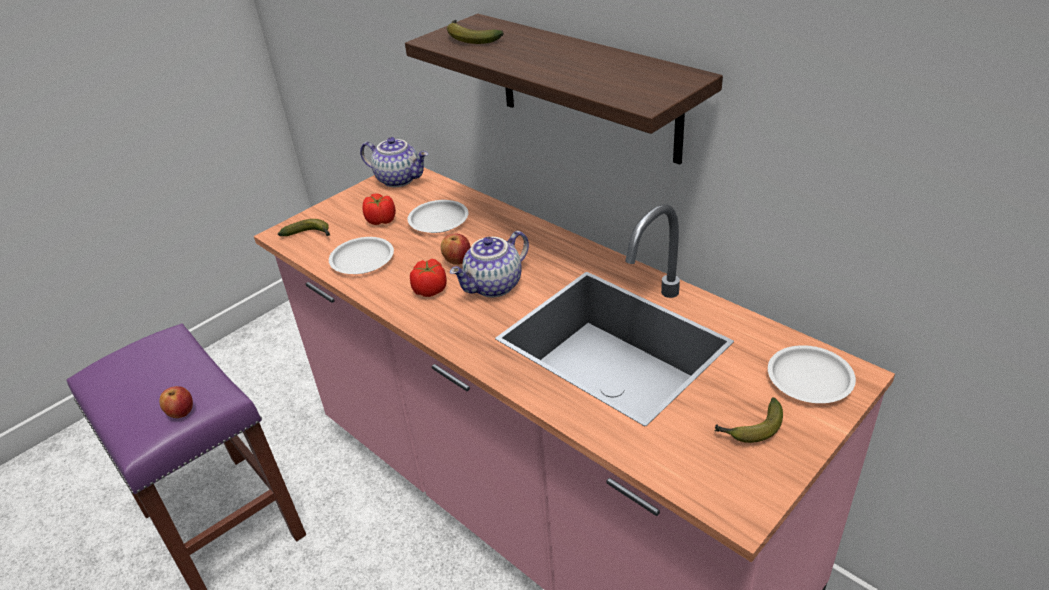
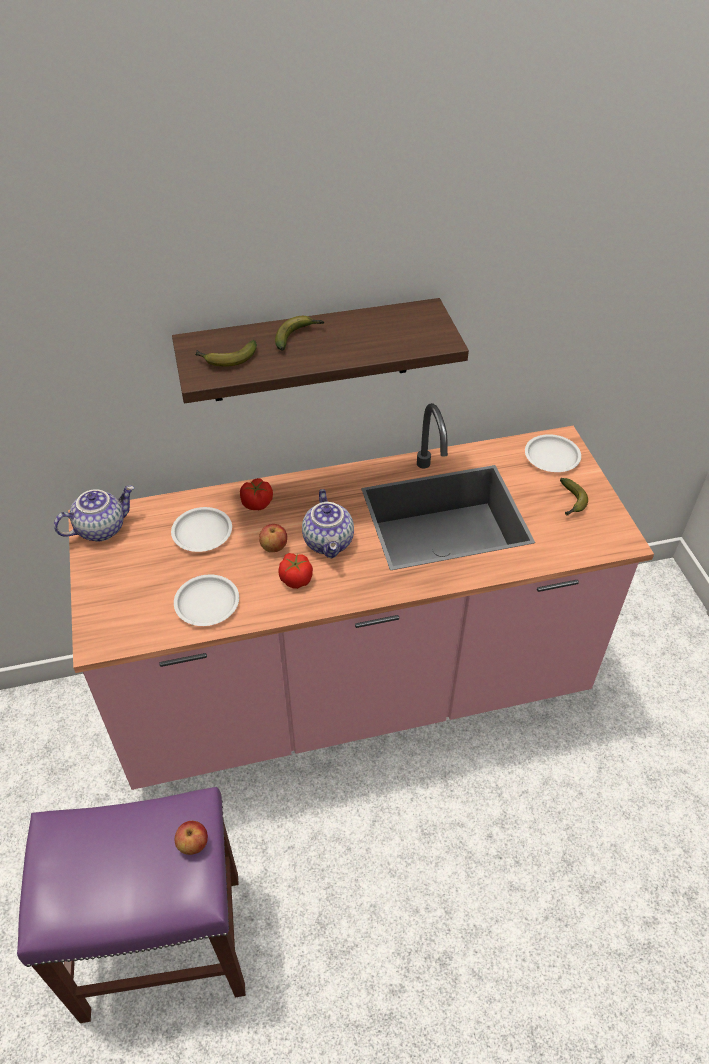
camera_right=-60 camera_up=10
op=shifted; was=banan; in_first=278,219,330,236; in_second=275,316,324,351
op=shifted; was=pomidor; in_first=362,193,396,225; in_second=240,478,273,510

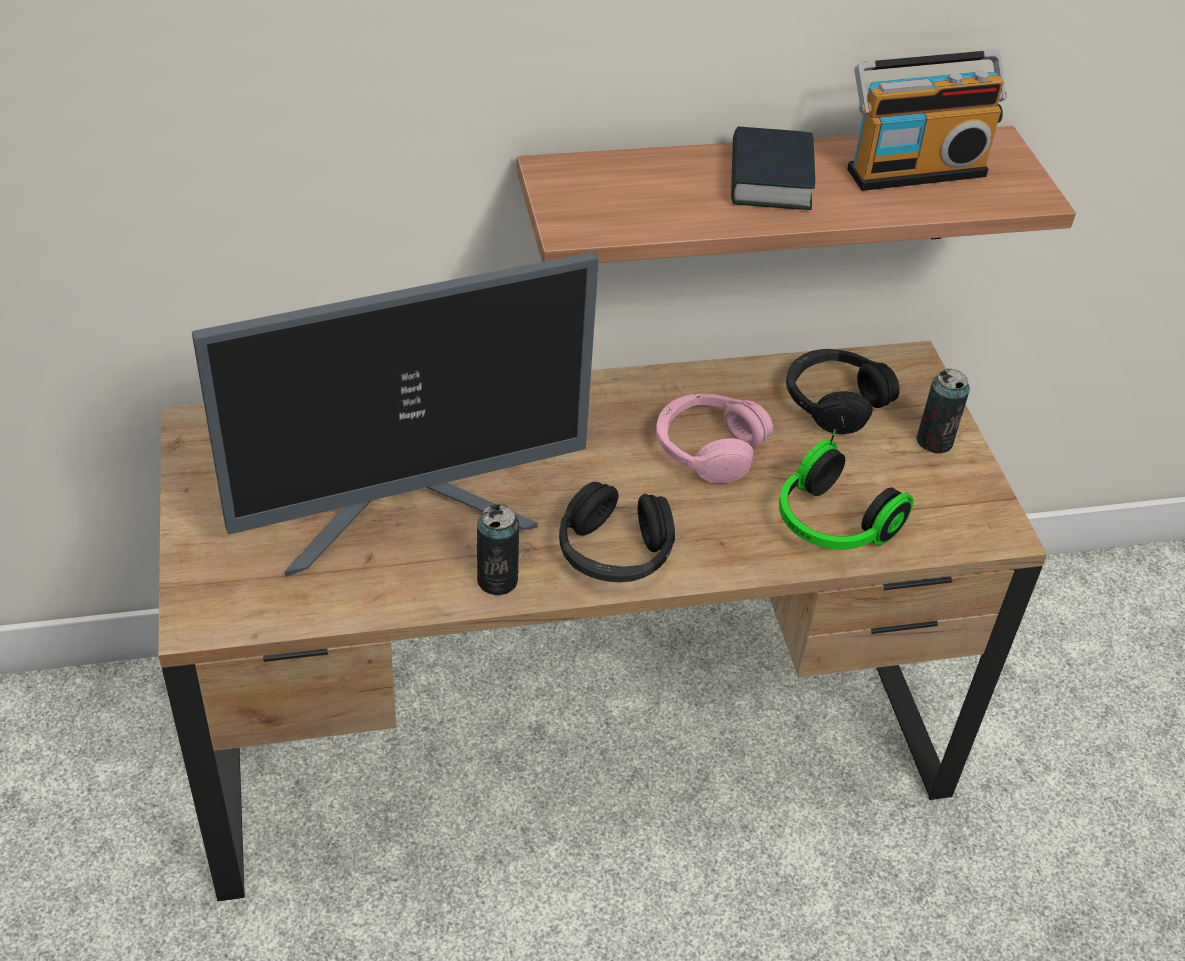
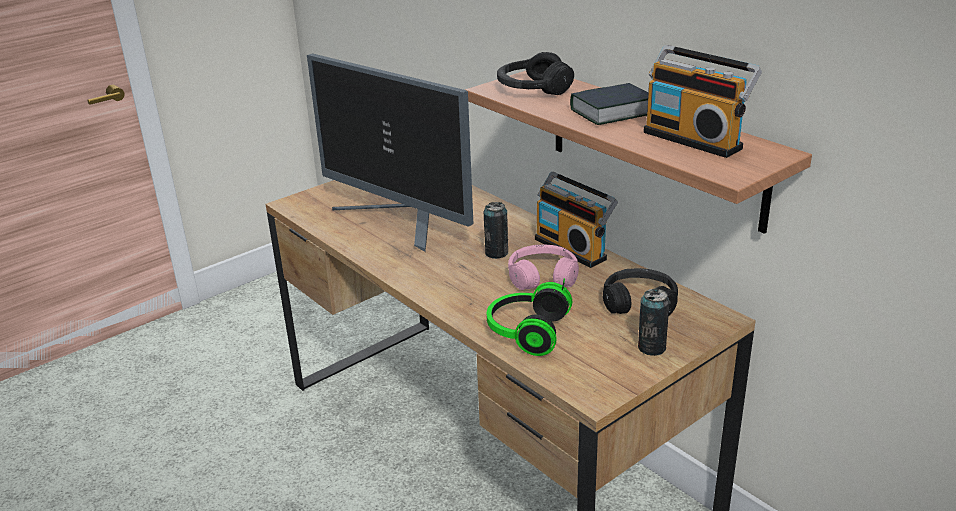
camera_right=65 camera_up=-15
op=new; now=radio; in_second=535,172,618,268
op=shifted; was=puszka; in_first=477,504,519,595; in_second=484,202,508,259
op=shifted; was=słuchawki (czarny); in_first=559,482,675,582; in_second=497,52,574,95

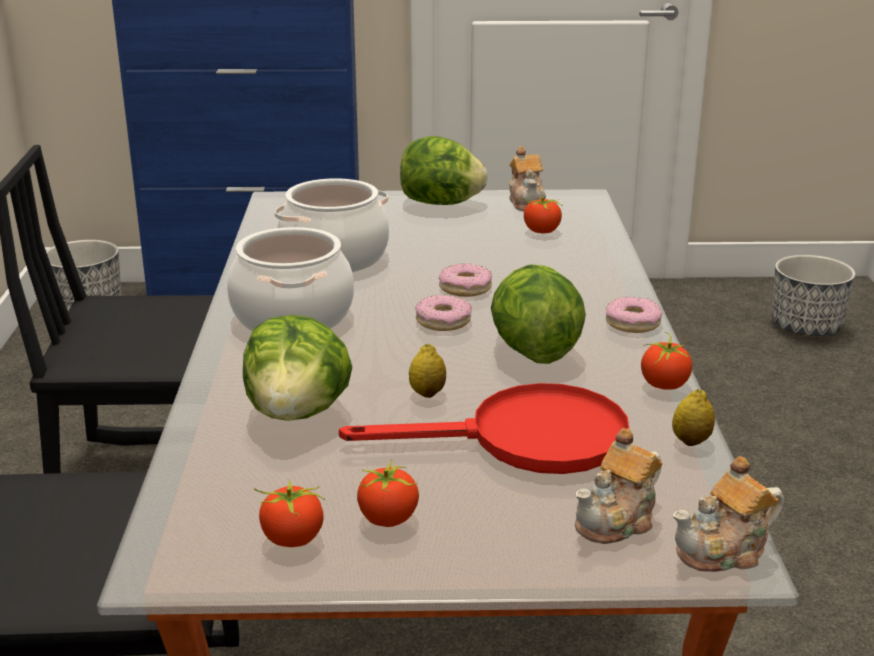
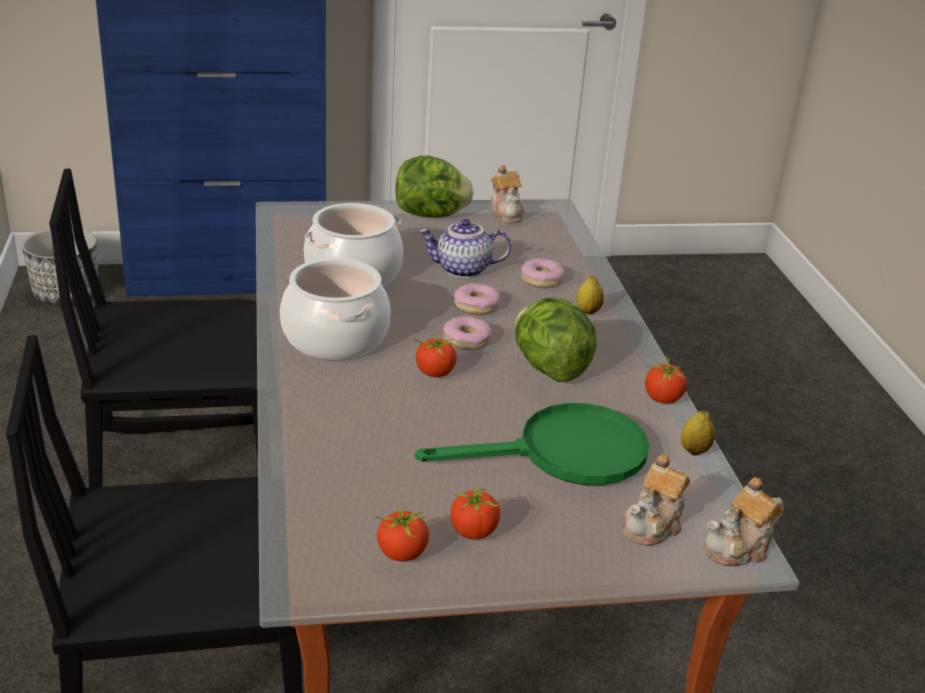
camera_right=-10 camera_up=5
op=gone; was=sałata; in_first=243,315,352,421
op=gone; was=donica; in_first=772,255,856,337
op=new; now=imbryk; in_second=419,219,511,278
op=shifted; was=cytryna; in_first=409,344,446,398; in_second=577,276,604,315
op=shifted; was=pomidor; in_first=522,197,563,233; in_second=414,335,458,377
op=shifted; was=donut; in_first=606,297,663,333; in_second=521,258,564,288
op=repainted; was=patelnia (czerwony); now=patelnia (zielony); in_first=339,383,629,474; in_second=415,403,649,485

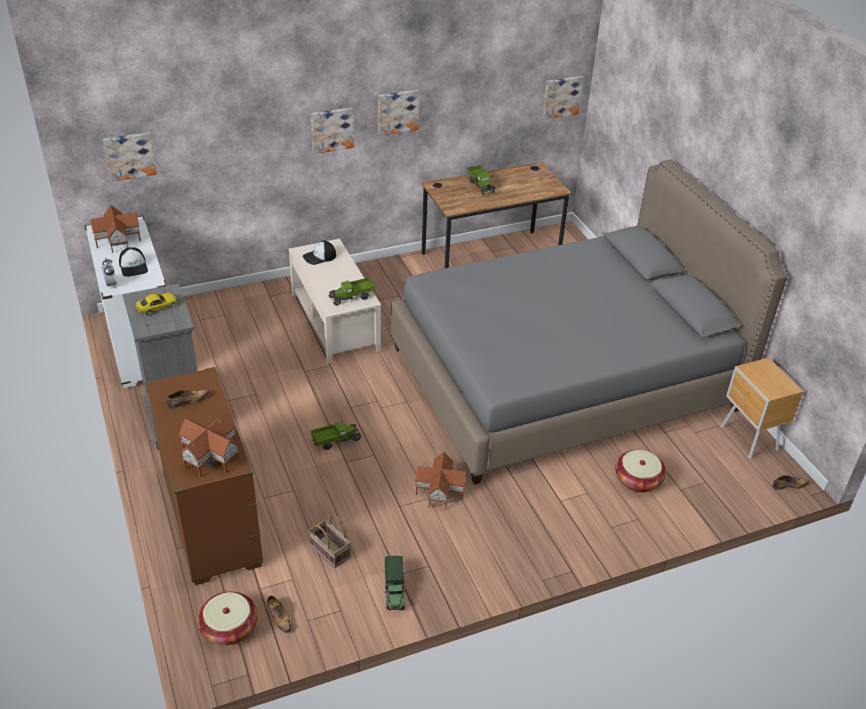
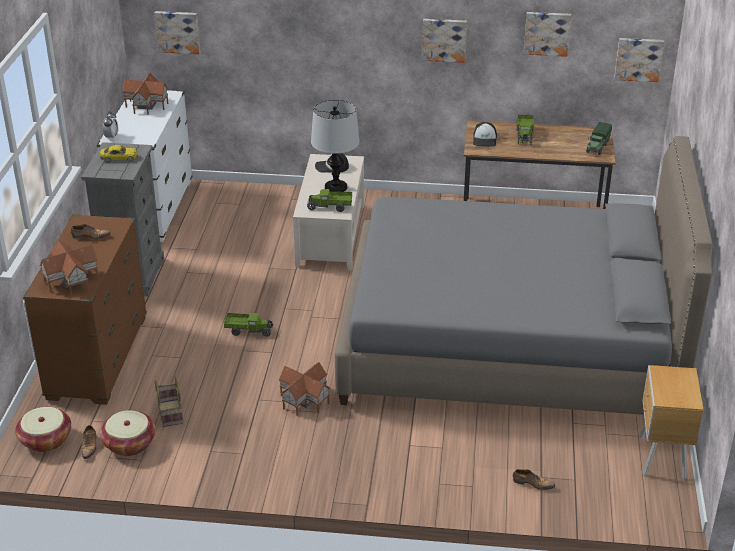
camera_right=30 camera_up=-5
op=new; now=lampa stołowa; in_second=311,100,360,192
op=shifted; was=czapka z daszkiem; in_first=119,247,148,277; in_second=473,122,497,147
op=shifted; was=obraz; in_first=311,107,354,154; in_second=524,12,571,57
op=shifted; was=ciężarówka zabawkowa; in_first=385,556,406,610; in_second=586,122,612,155
op=shifted; was=koszyk; in_first=615,450,666,493; in_second=100,410,156,456
op=shifted; was=but; in_first=773,475,809,490; in_second=513,469,555,490

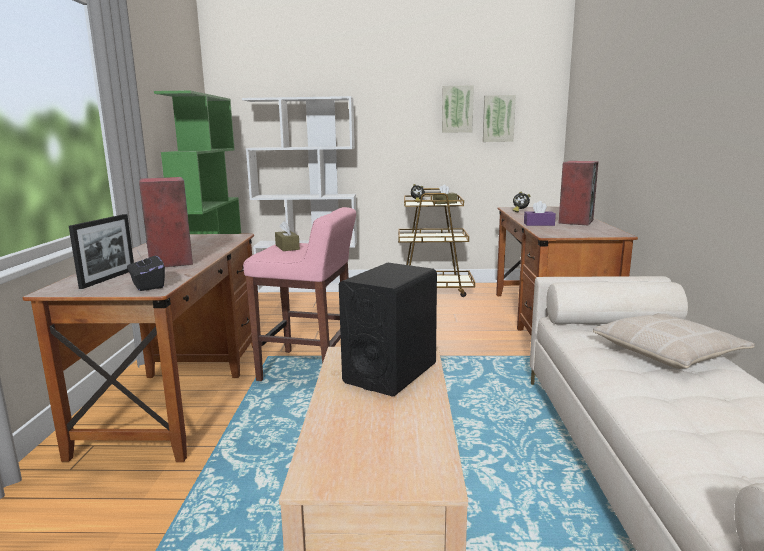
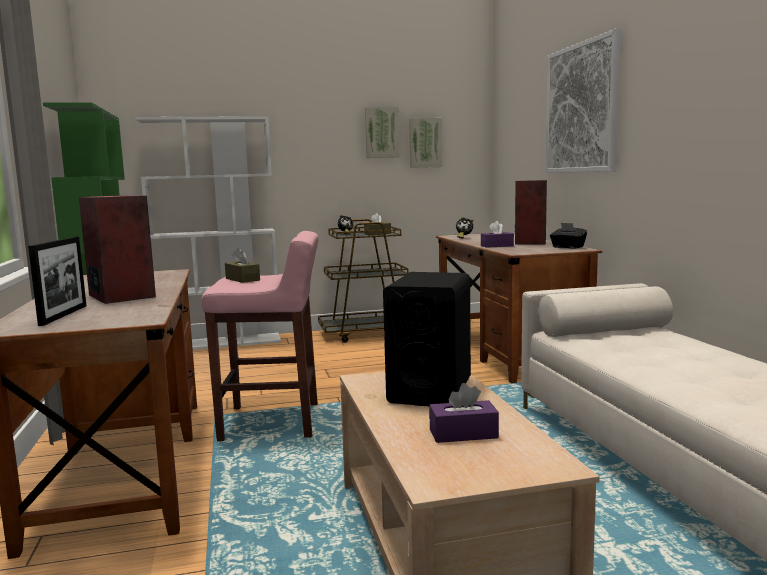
camera_right=-15 camera_up=-5
op=gone; was=poduszka (beżowy); in_first=593,313,755,369
op=new; now=pudełko chusteczek (fioletowy); in_second=429,383,499,443
op=new; now=obraz; in_second=546,29,621,173
op=shifted; was=pudełko chusteczek (czarny); in_first=127,250,165,291; in_second=550,223,587,249

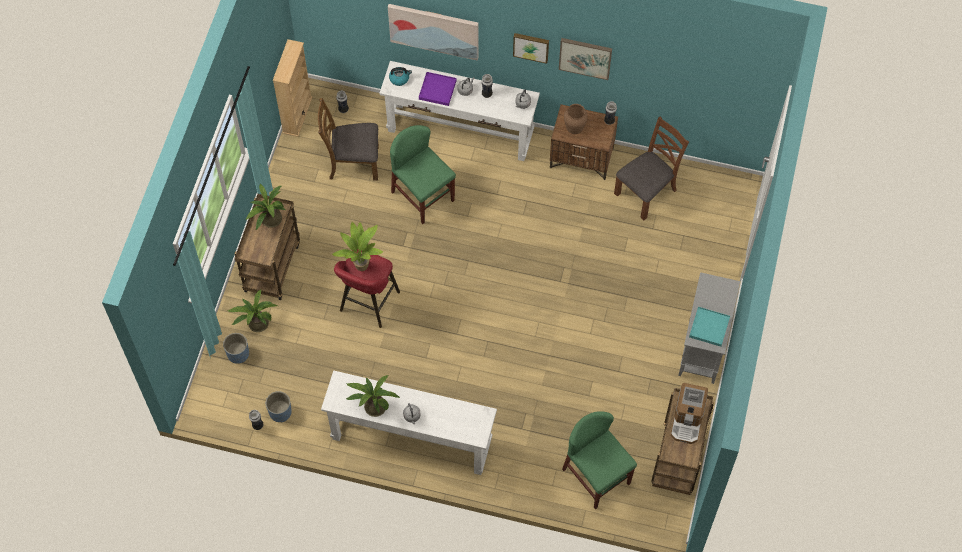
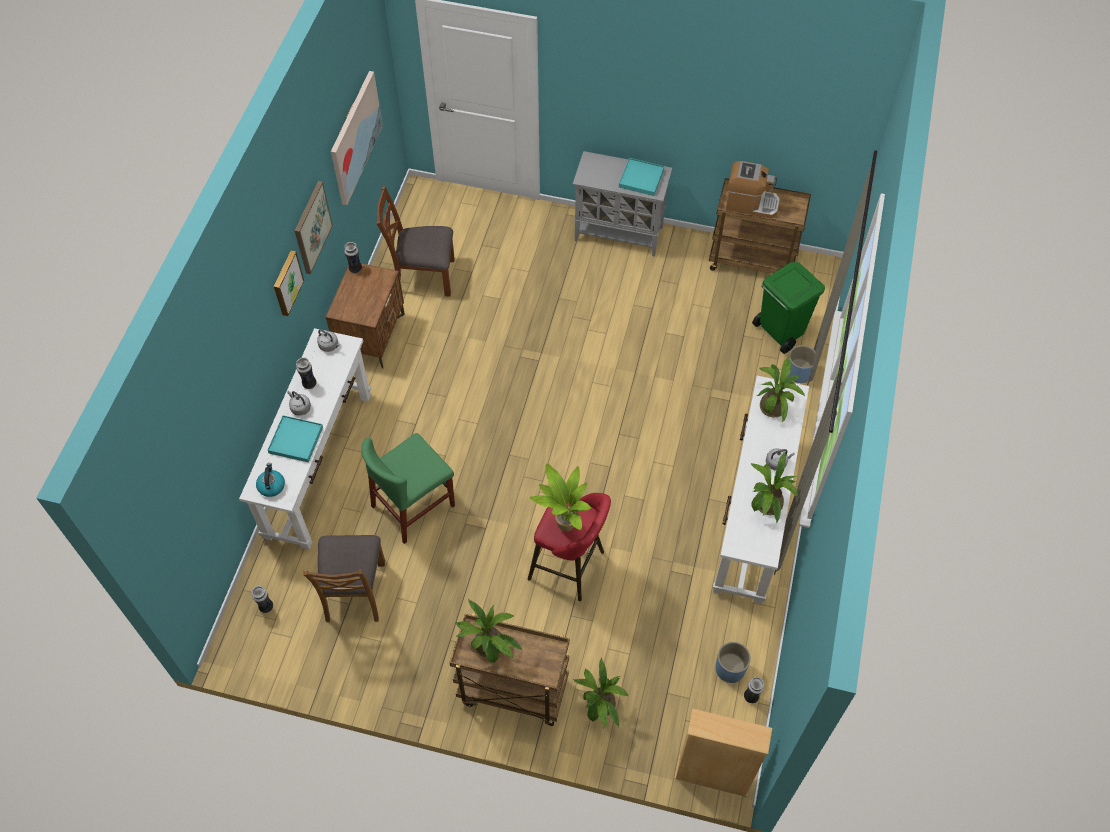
camera_right=-90 camera_up=-5
op=gone; was=wazon (brązowy); in_first=564,104,588,134
op=new; now=roślina doniczkowa; in_second=757,357,805,422
op=shifted; was=donica (niebieski); in_first=223,333,249,364; in_second=788,345,816,383
op=shifted; was=regał (beżowy); in_first=273,39,312,137; in_second=674,709,772,797
op=shifted; was=obraz; in_first=388,4,479,61; in_second=331,71,383,205
op=swapped; was=krzesło (zielony); now=kosz na śmieci (zielony); in_first=562,411,637,509; in_second=752,262,825,354
op=repainted; was=taca (fioletowy); now=taca (turkusowy); in_first=419,72,457,106; in_second=268,415,323,462
op=rotated; was=krzesło (brązowy); in_first=614,117,689,220; in_second=376,186,455,296; clockwise=-45

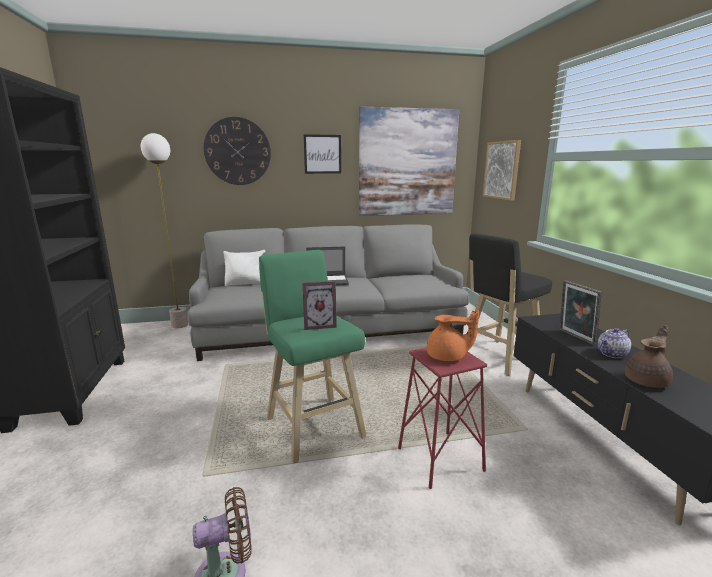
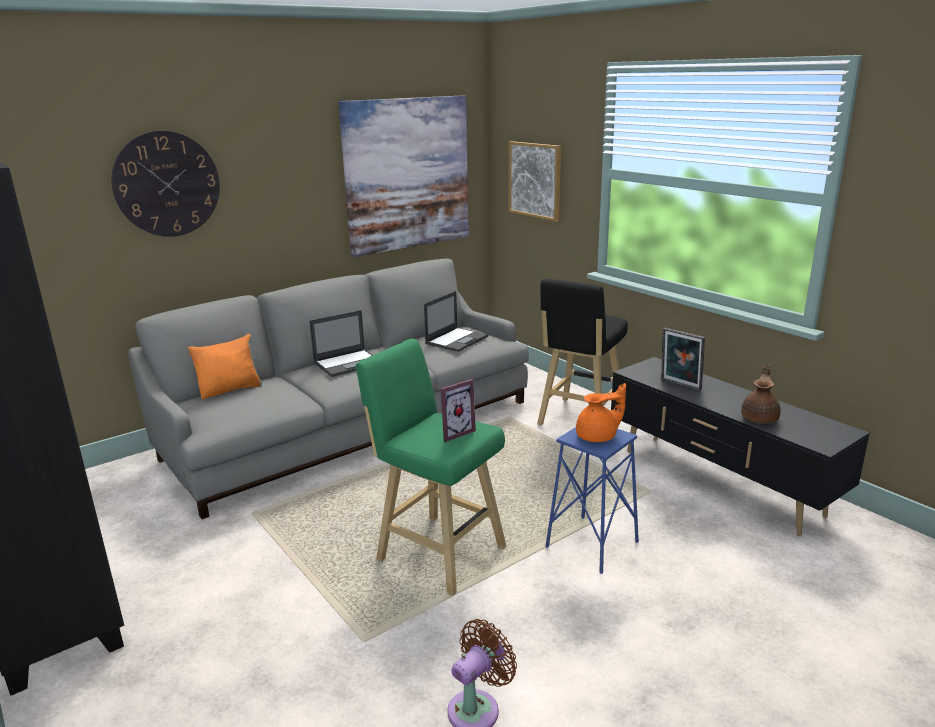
camera_right=-25 camera_up=5
op=gone; was=lampa stojąca; in_first=141,133,188,328
op=gone; was=obraz; in_first=304,134,341,174
op=gone; was=imbryk; in_first=597,328,631,358
op=new; now=laptop; in_second=424,291,488,352
op=repainted; was=poduszka (biały); now=poduszka (pomarańczowy); in_first=223,250,265,286; in_second=188,334,262,399
op=repainted; was=stołek (czerwony); now=stołek (niebieski); in_first=398,348,487,489; in_second=546,427,639,574

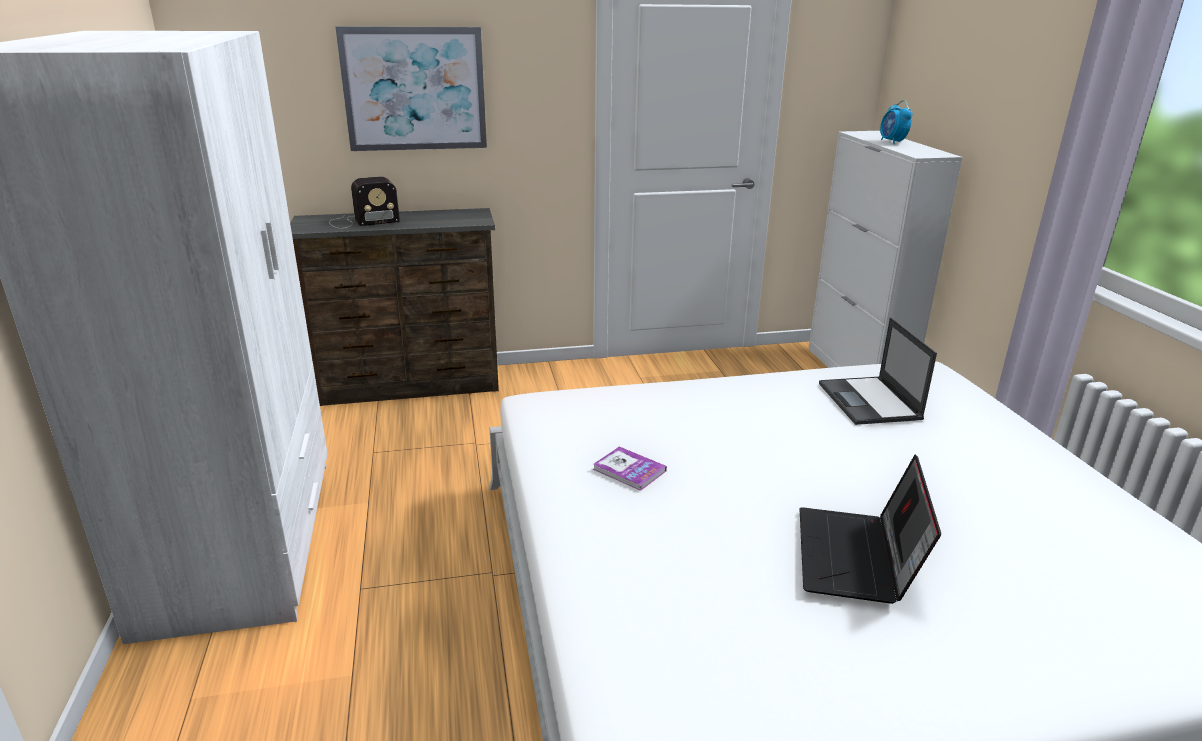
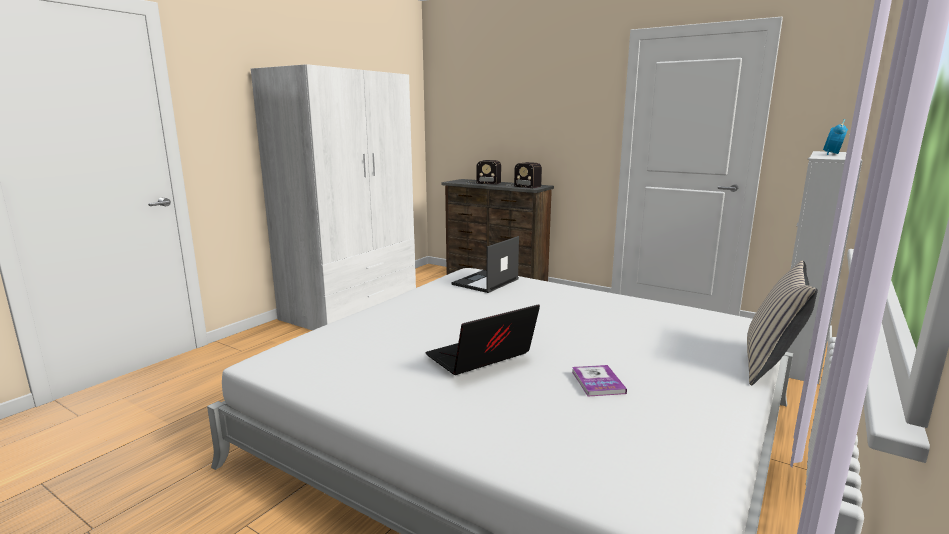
camera_right=45 camera_up=-10
op=gone; was=obraz; in_first=336,26,487,151
op=new; now=radio; in_second=507,162,542,188
op=new; now=poduszka (beżowy); in_second=747,260,818,386
op=shifted; was=książka; in_first=593,447,667,491; in_second=572,365,627,397
op=shifted; was=laptop; in_first=819,317,937,425; in_second=451,236,519,293

